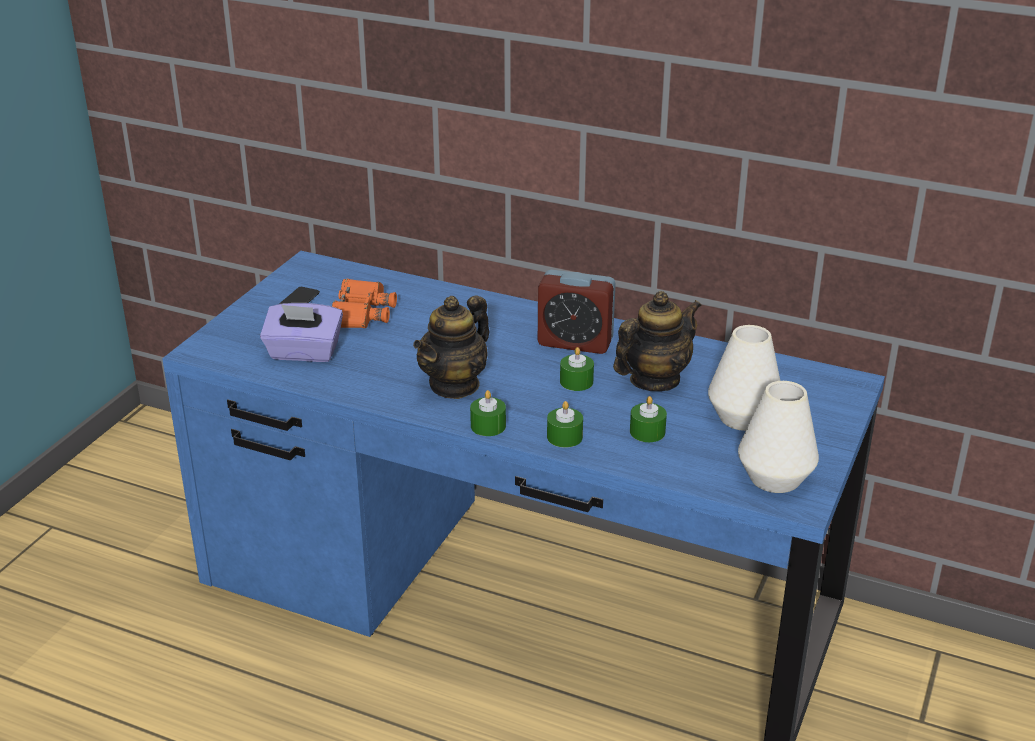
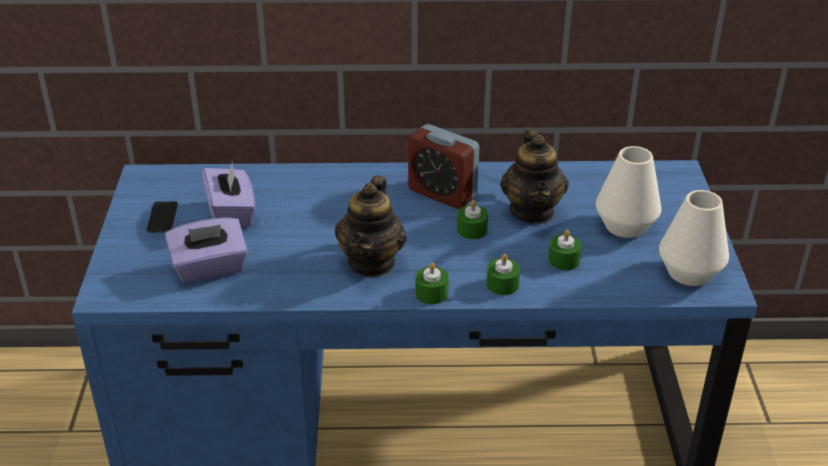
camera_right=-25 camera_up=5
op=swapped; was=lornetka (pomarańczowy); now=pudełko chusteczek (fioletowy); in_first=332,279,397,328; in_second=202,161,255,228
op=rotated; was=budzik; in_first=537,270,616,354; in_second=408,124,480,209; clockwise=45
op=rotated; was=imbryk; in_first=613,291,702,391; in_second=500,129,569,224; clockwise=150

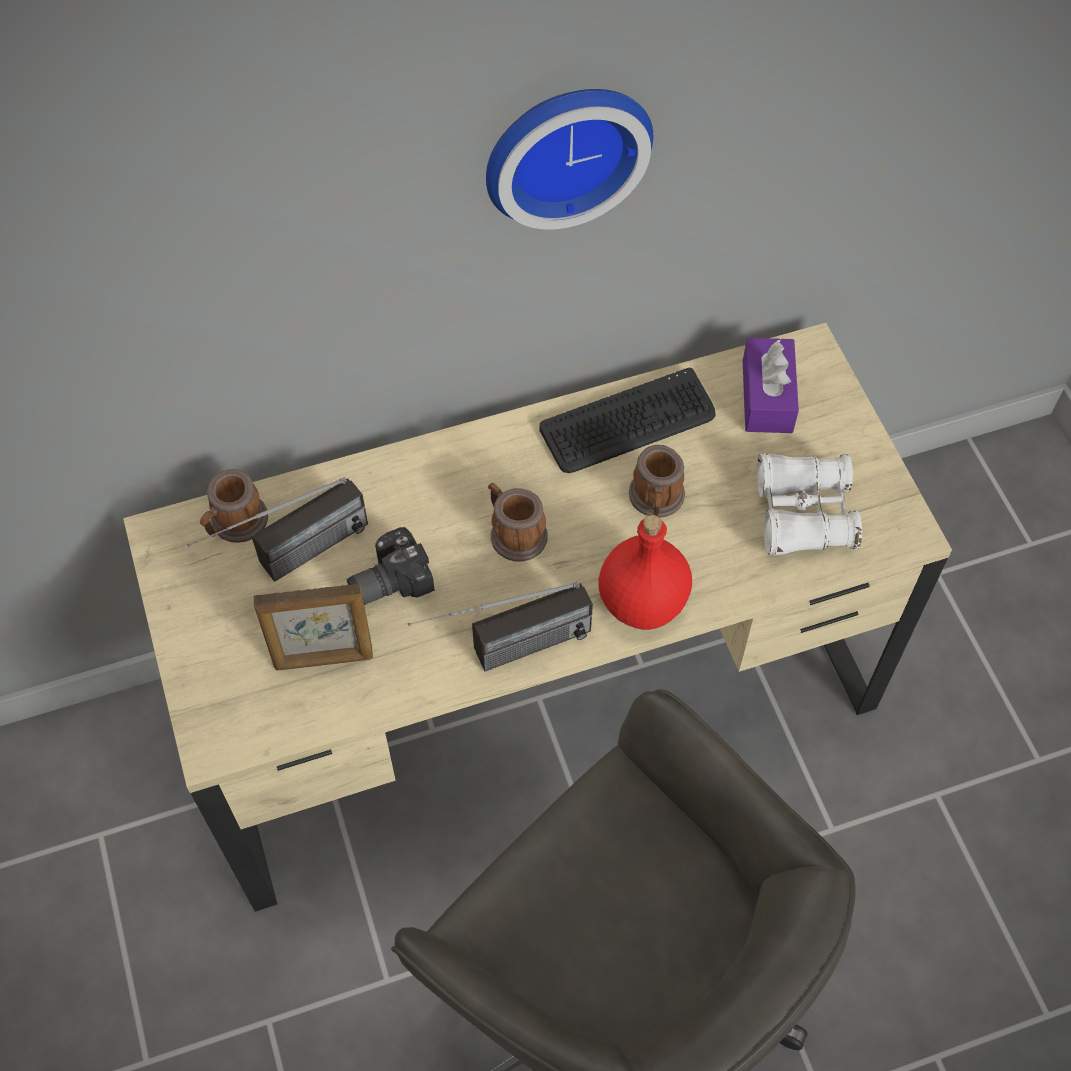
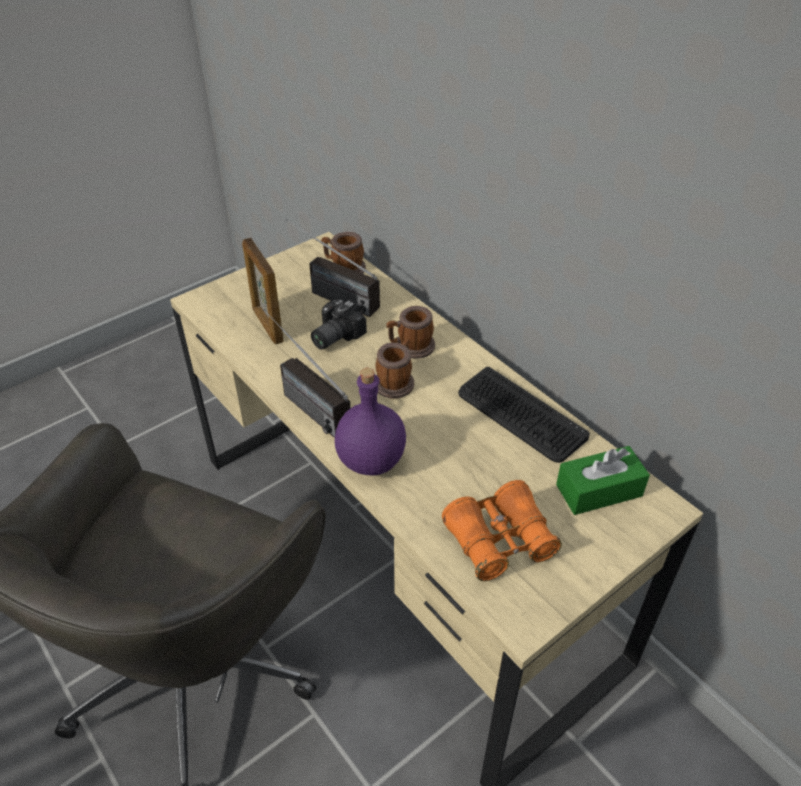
camera_right=70 camera_up=-15
op=gone; was=zegar ścienny; in_first=486,89,653,230
op=shifted; was=kubek; in_first=629,445,685,517; in_second=386,306,435,359
op=repainted; was=butelka (czerwony); now=butelka (fioletowy); in_first=598,515,692,630; in_second=335,368,406,475
op=repainted; was=pudełko chusteczek (fioletowy); now=pudełko chusteczek (zielony); in_first=743,338,799,433; in_second=556,446,650,515
op=repainted; was=lornetka (biały); now=lornetka (pomarańczowy); in_first=757,453,862,555; in_second=442,480,562,581
op=rotated; was=aparat fotograficzny; in_first=347,527,435,605; in_second=311,299,367,349; clockwise=-90

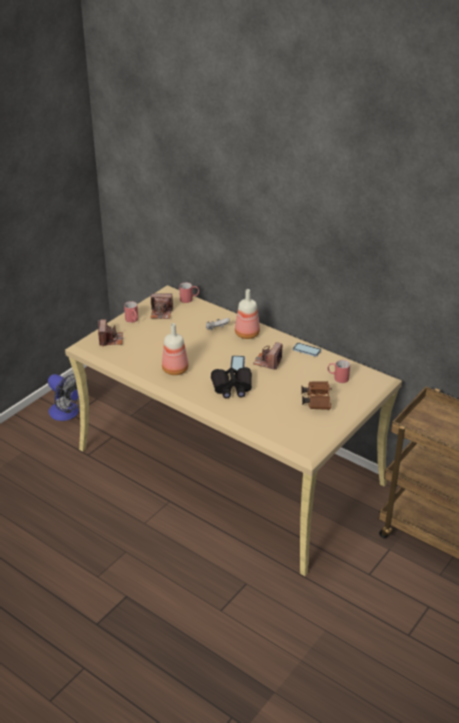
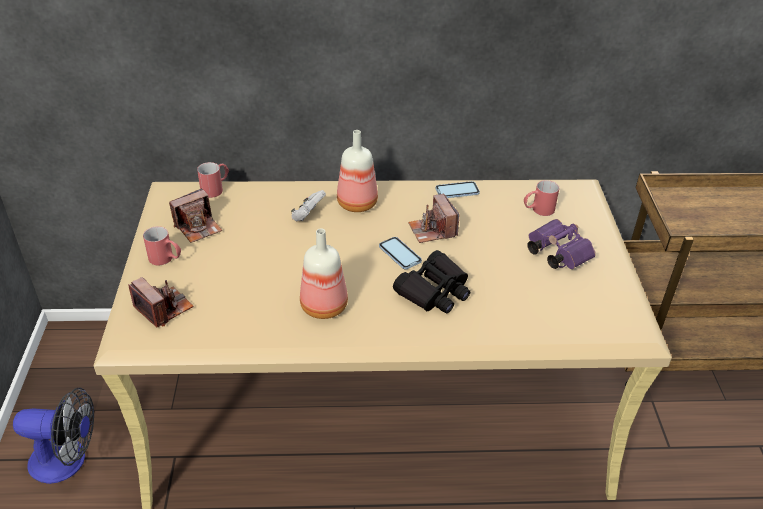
camera_right=-40 camera_up=5
op=repainted; was=lornetka (brązowy); now=lornetka (fioletowy); in_first=301,381,332,410; in_second=527,219,596,269

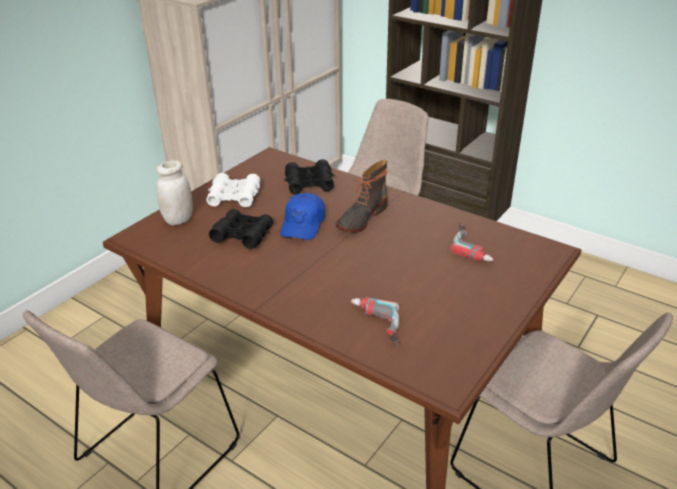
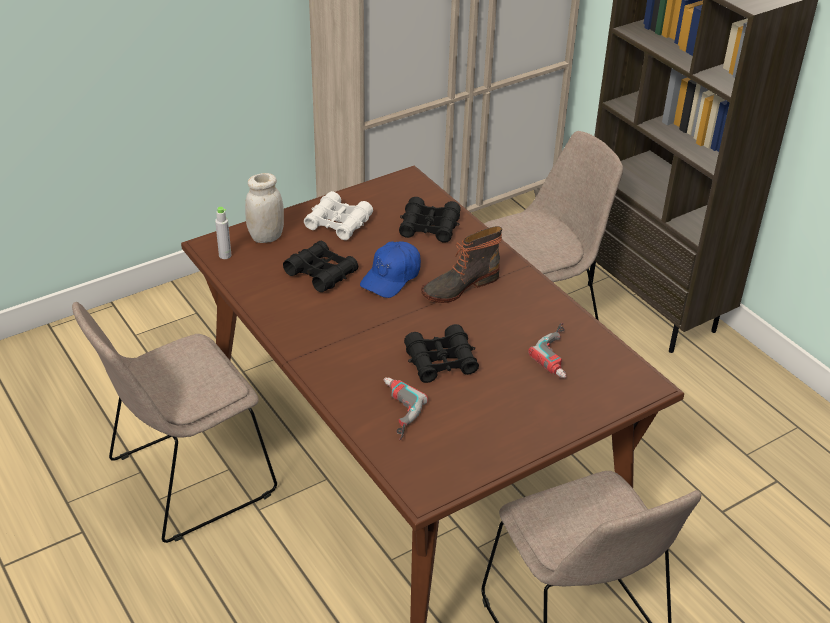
camera_right=20 camera_up=5
op=new; now=butelka (szary); in_second=215,207,231,259
op=new; now=lornetka (czarny); in_second=404,324,479,383

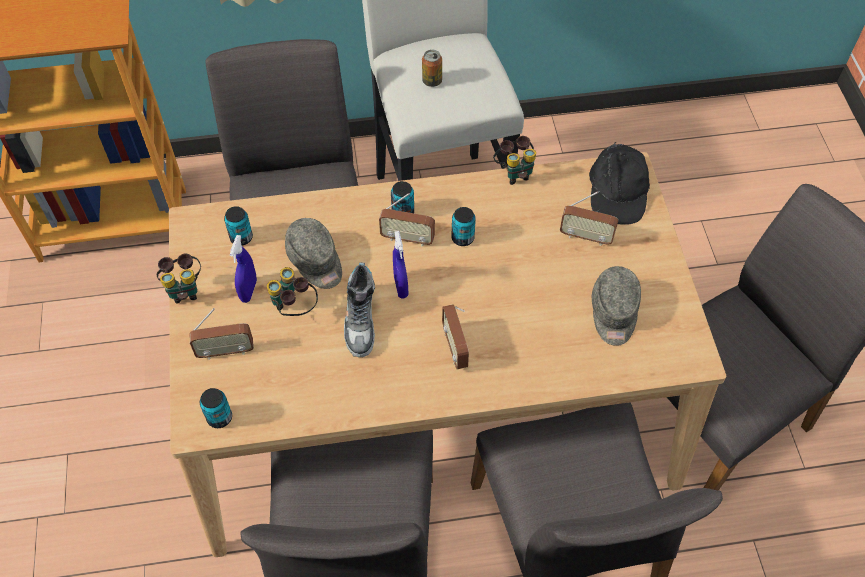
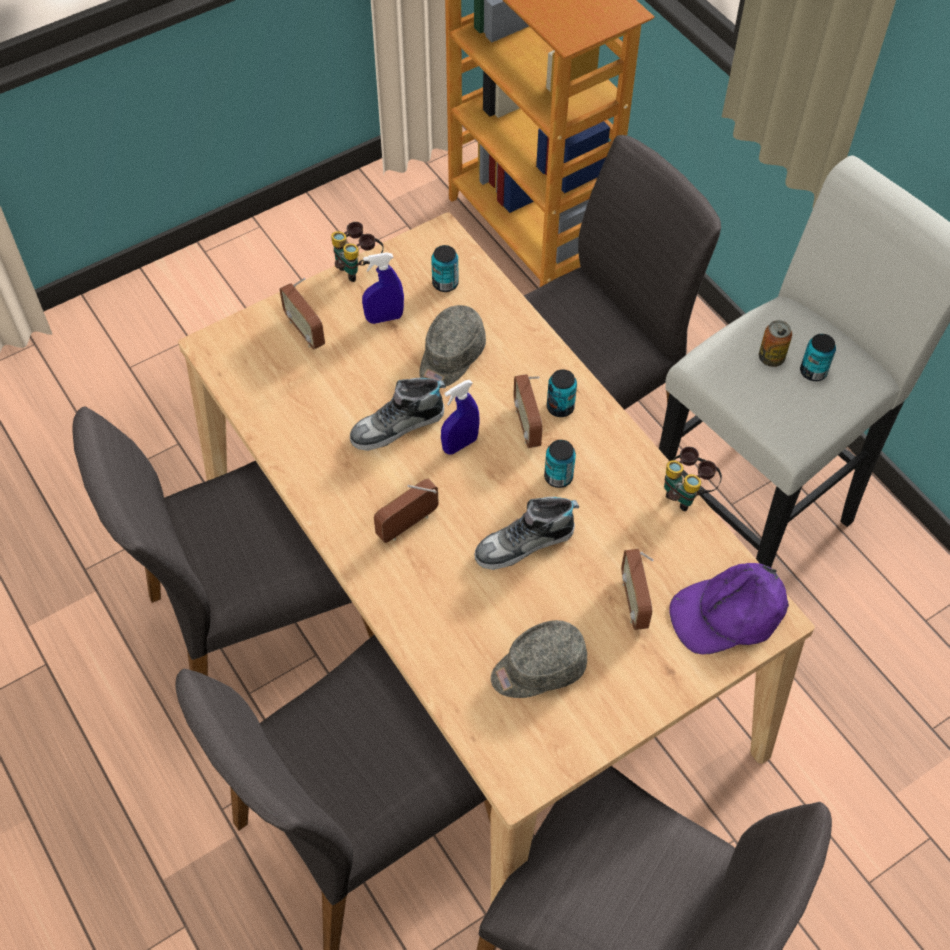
camera_right=65 camera_up=0
op=gone; was=lornetka; in_first=267,267,318,316
op=new; now=but; in_second=474,497,579,570
op=shifted; was=puszka; in_first=200,388,232,428; in_second=800,334,836,381
op=repainted; was=czapka z daszkiem (czarny); now=czapka z daszkiem (fioletowy); in_first=589,142,650,225; in_second=669,563,789,654

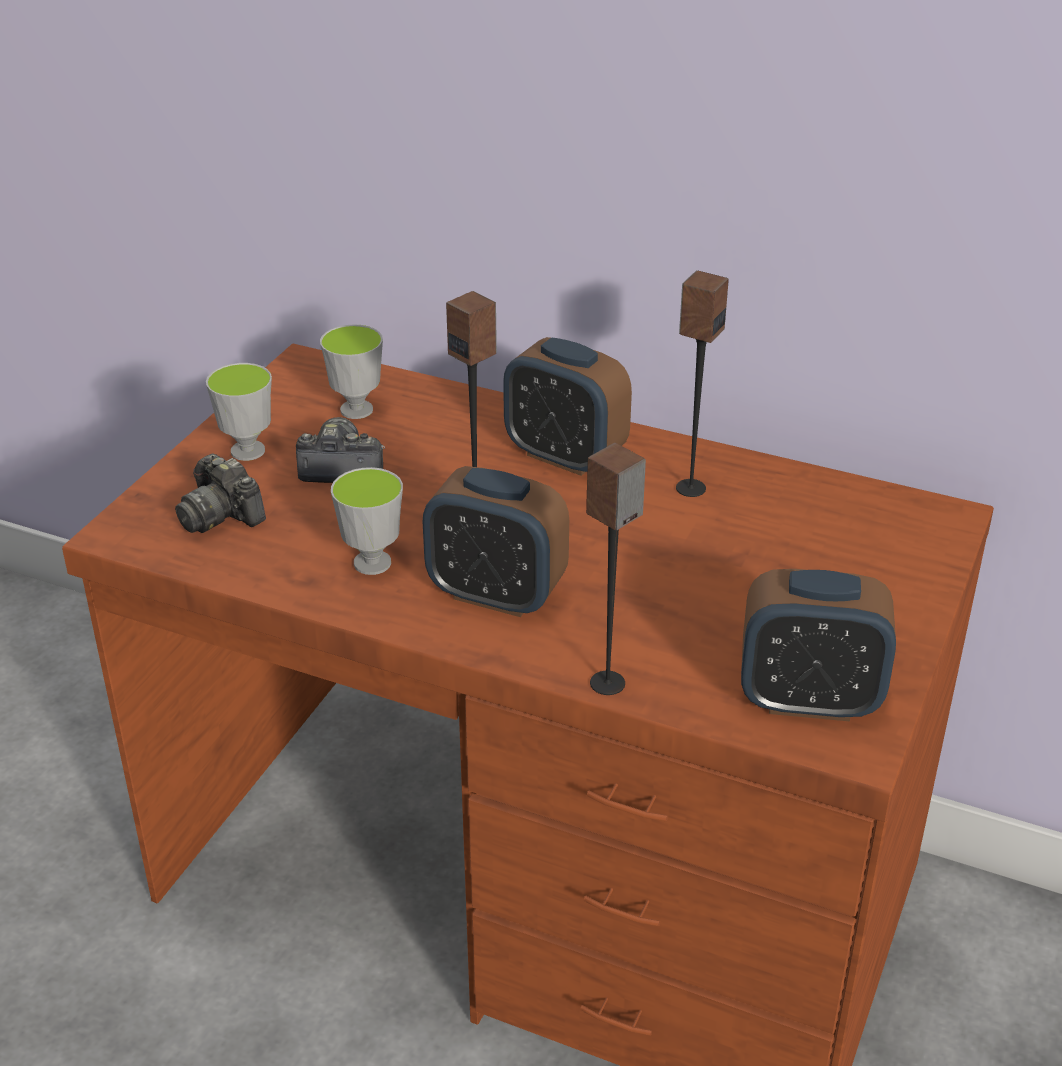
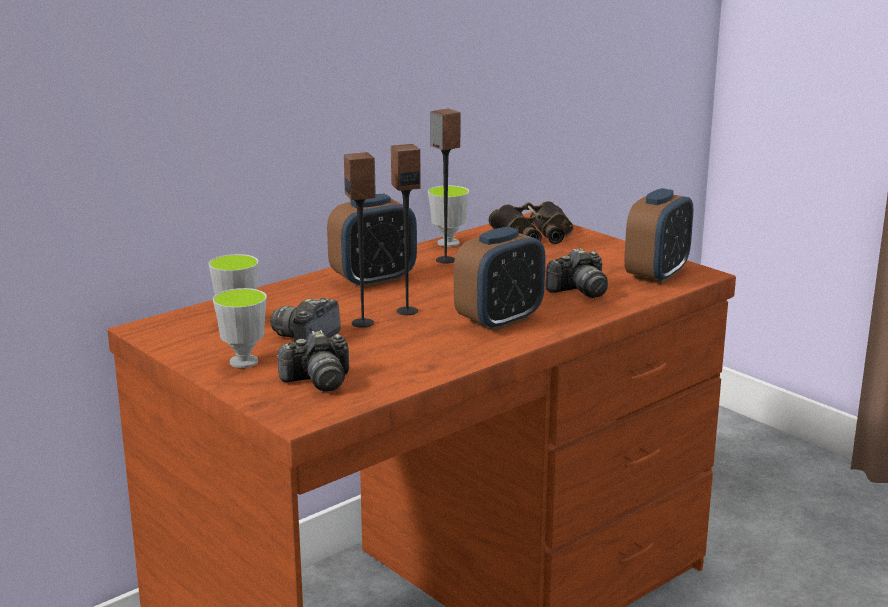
camera_right=-65 camera_up=-15
op=new; now=lornetka; in_second=489,201,574,244
op=new; now=aparat fotograficzny; in_second=545,248,608,298
op=shifted; was=filiżanka; in_first=331,467,403,575; in_second=428,185,469,247
op=shifted; was=głośnik; in_first=586,443,646,695; in_second=344,152,376,328

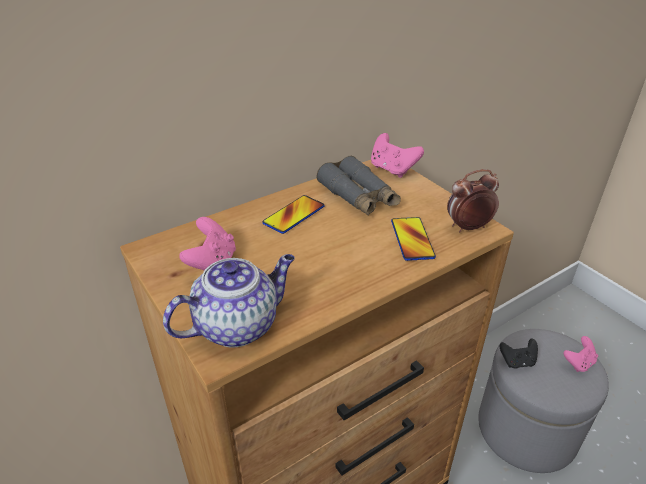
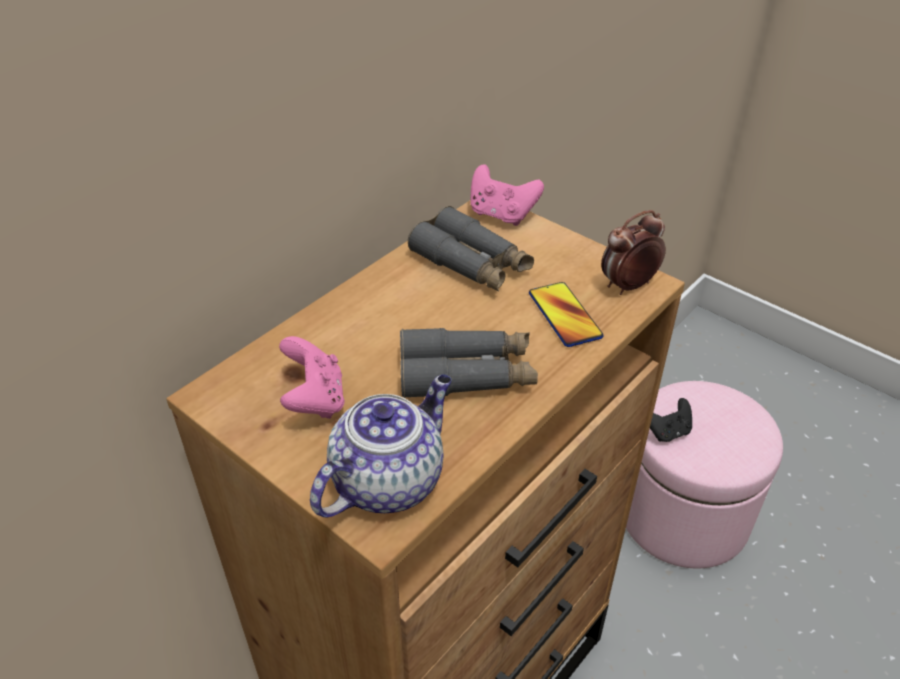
camera_right=-15 camera_up=5
op=gone; was=telefon; in_first=262,195,325,234
op=gone; was=pad do gier (różowy); in_first=563,336,598,372
op=new; now=lornetka (szary); in_second=400,328,538,398
op=repainted; was=pufa (szary); now=pufa (różowy); in_first=478,329,609,473; in_second=626,381,783,569

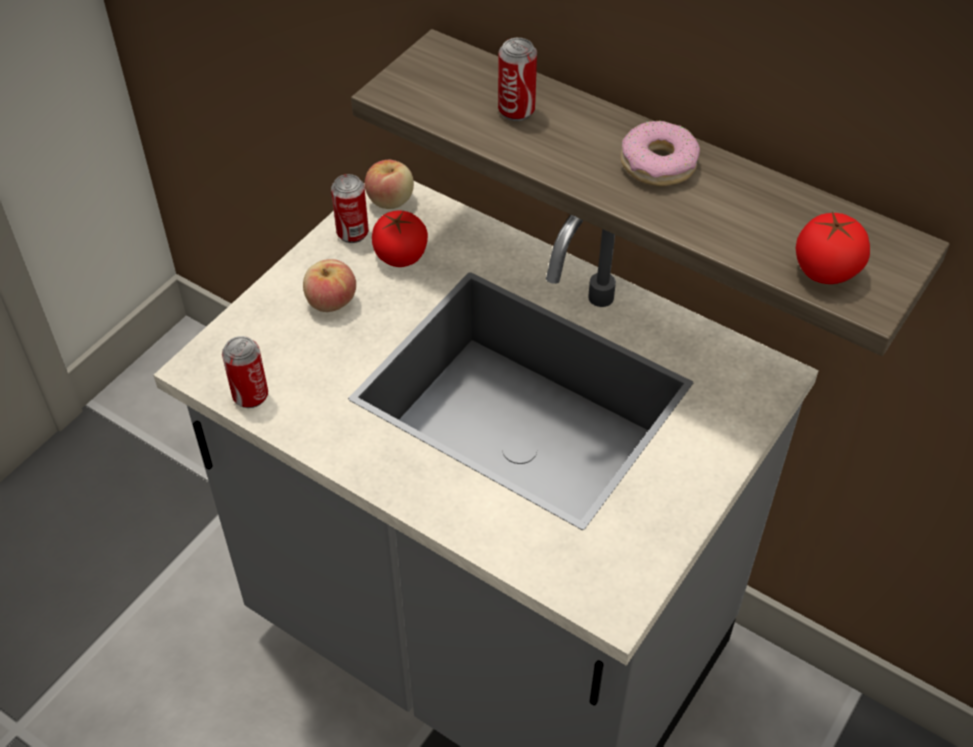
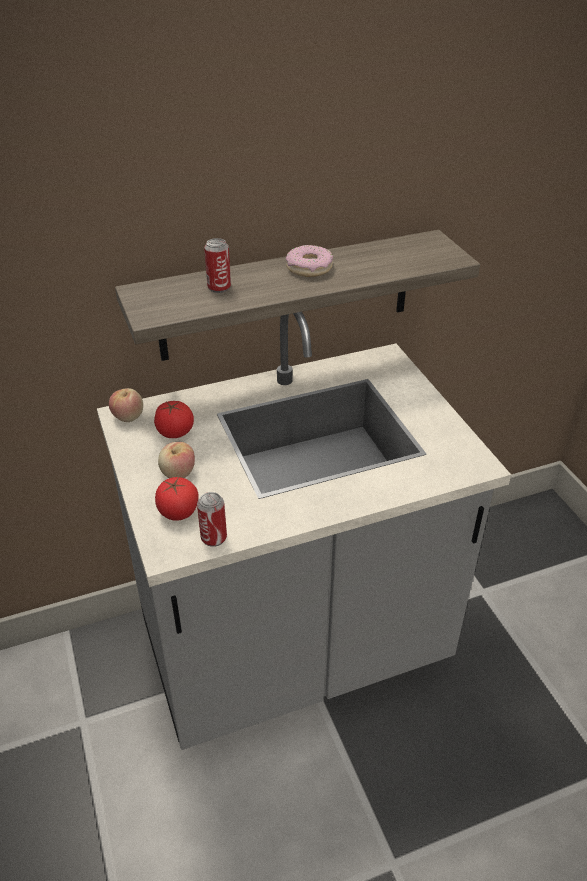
camera_right=-55 camera_up=-10
op=gone; was=puszka; in_first=331,174,369,243
op=shifted; was=pomidor; in_first=796,211,870,284; in_second=155,477,198,521

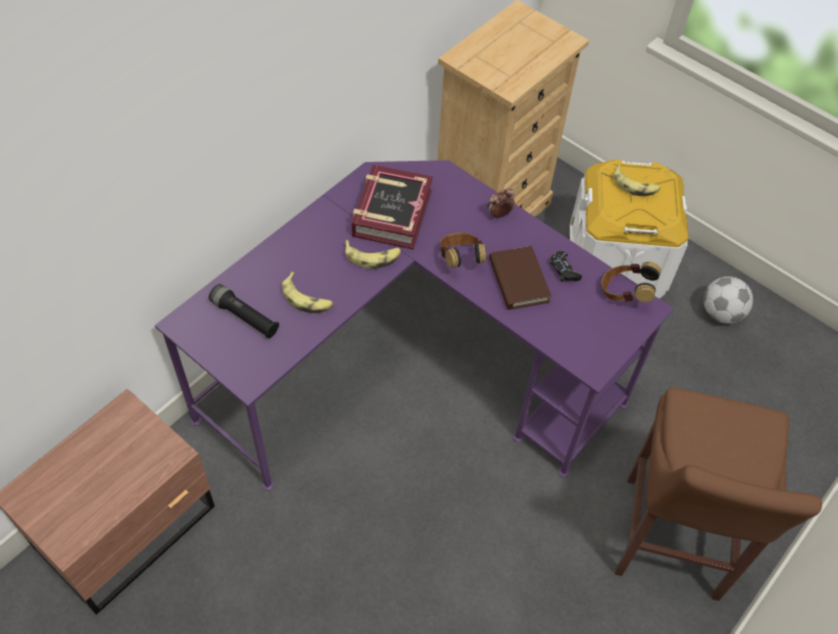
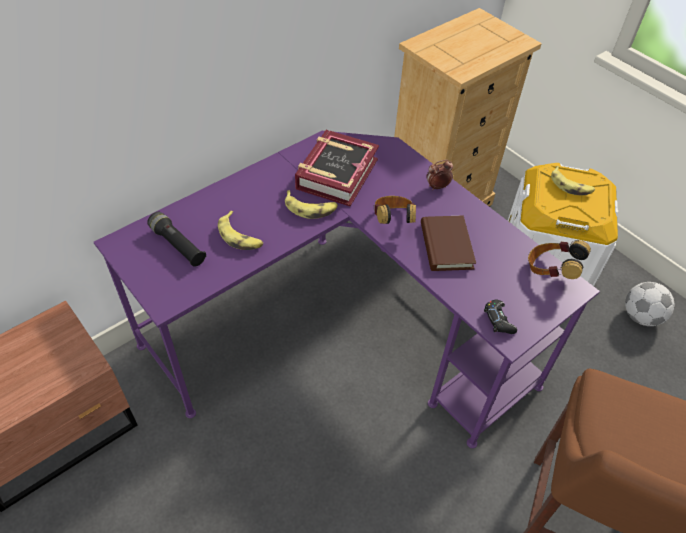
camera_right=10 camera_up=-5
op=shifted; was=pad do gier (czarny); in_first=550,251,582,281; in_second=484,300,517,334

